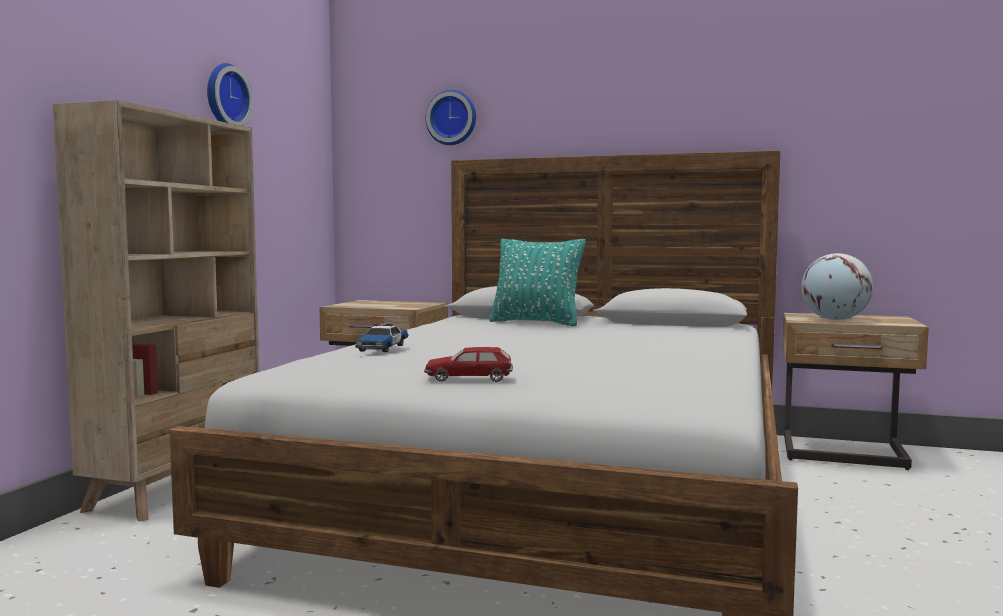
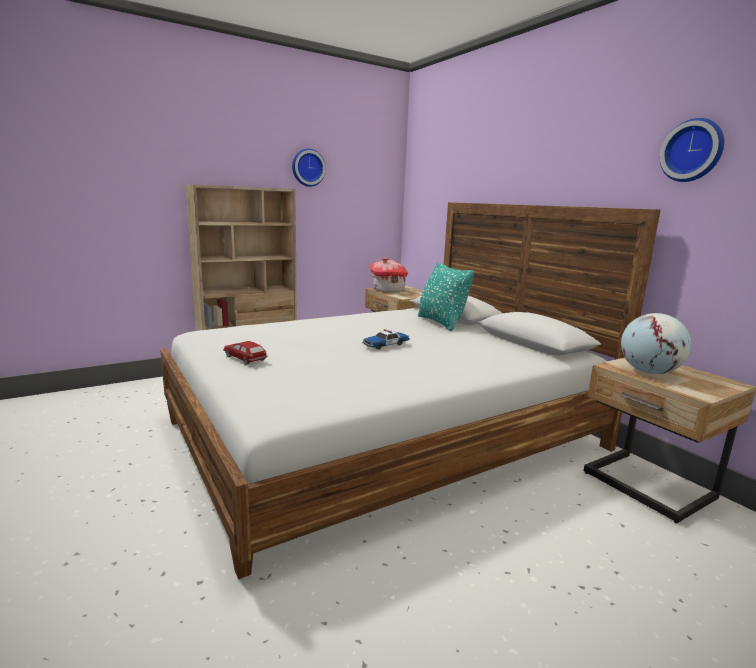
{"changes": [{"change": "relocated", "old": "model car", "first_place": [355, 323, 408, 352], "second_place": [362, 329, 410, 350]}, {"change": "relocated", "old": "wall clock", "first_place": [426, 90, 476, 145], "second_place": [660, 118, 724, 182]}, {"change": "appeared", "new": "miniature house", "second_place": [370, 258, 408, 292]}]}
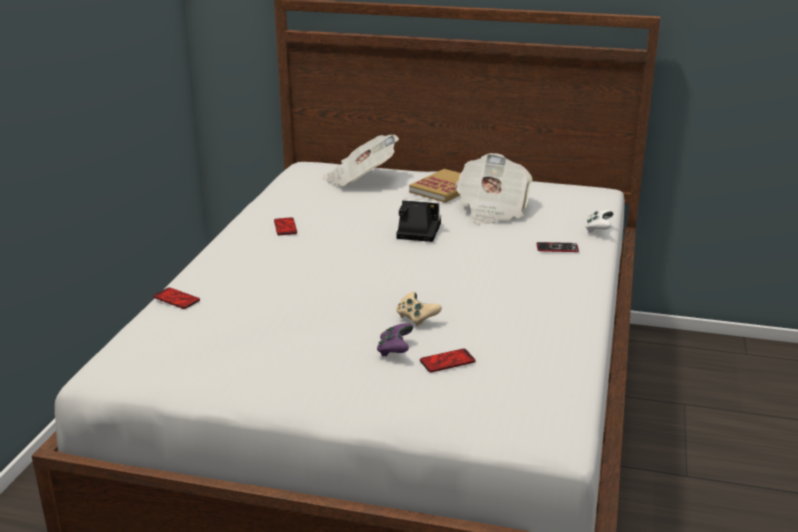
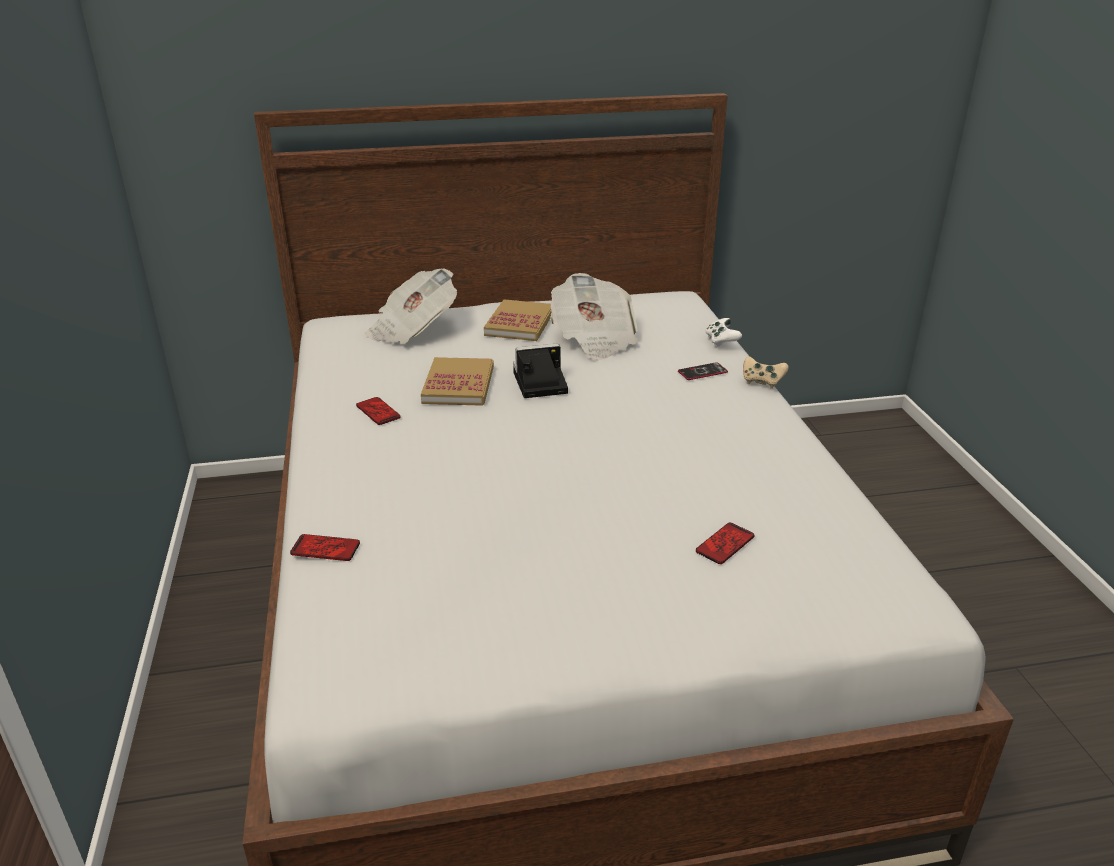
{"changes": [{"change": "missing", "old": "purplish joypad", "first_place": [377, 323, 413, 357]}, {"change": "relocated", "old": "beige joypad", "first_place": [396, 292, 442, 327], "second_place": [743, 357, 789, 389]}, {"change": "appeared", "new": "book", "second_place": [421, 357, 494, 406]}]}
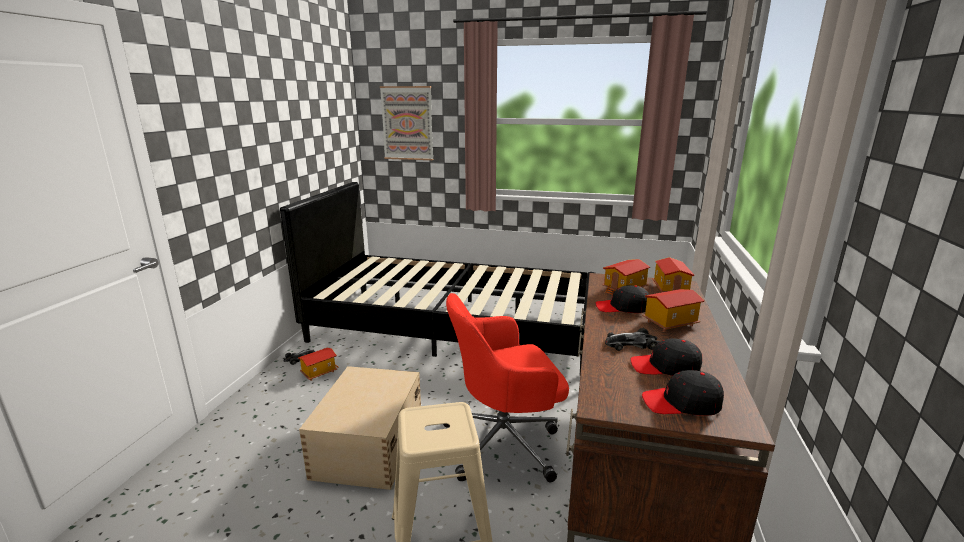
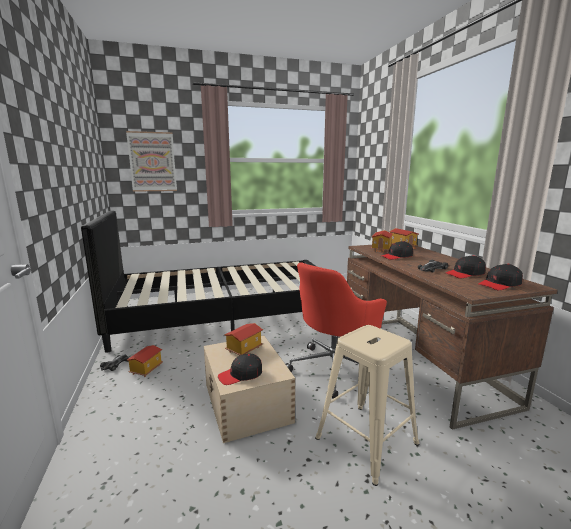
{"changes": [{"change": "relocated", "old": "miniature house", "first_place": [642, 289, 705, 332], "second_place": [224, 323, 263, 355]}, {"change": "appeared", "new": "black cap", "second_place": [218, 354, 262, 385]}]}
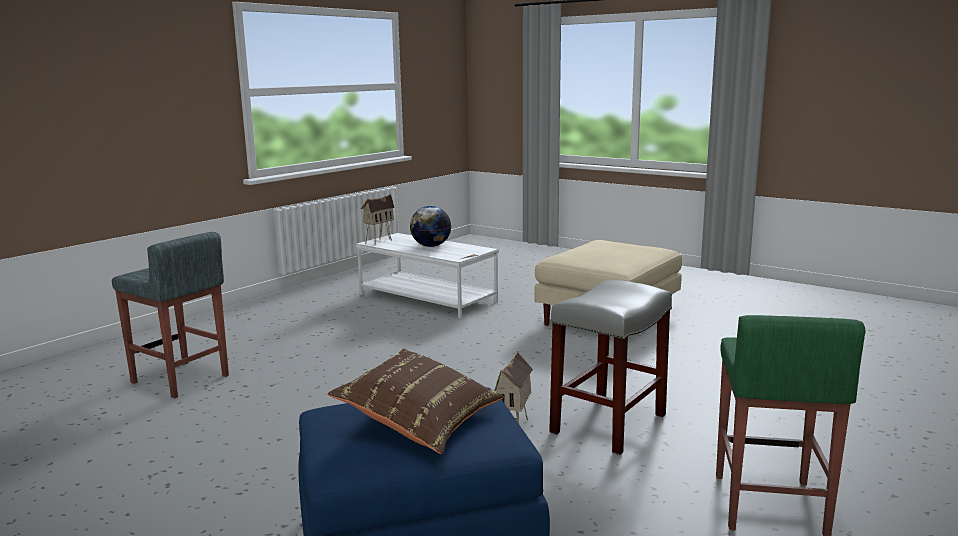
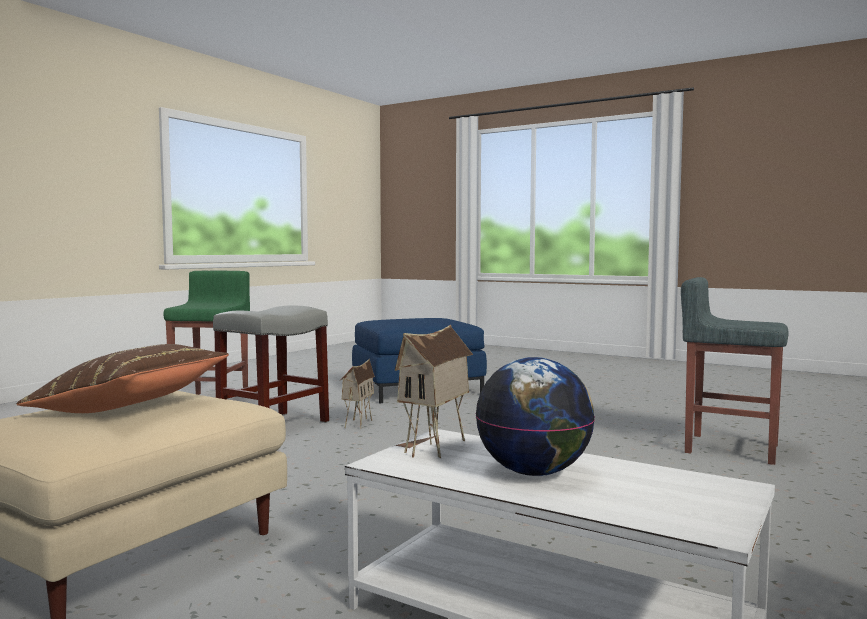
{"changes": [{"change": "relocated", "old": "brown-coloured throw pillow", "first_place": [328, 349, 504, 454], "second_place": [16, 344, 229, 413]}, {"change": "relocated", "old": "miniature house", "first_place": [361, 194, 395, 244], "second_place": [395, 325, 473, 458]}]}
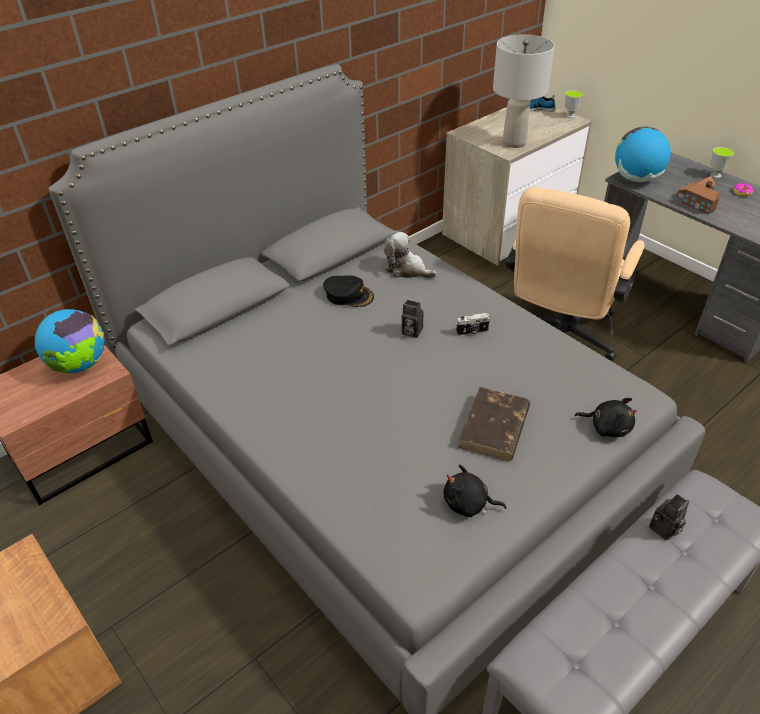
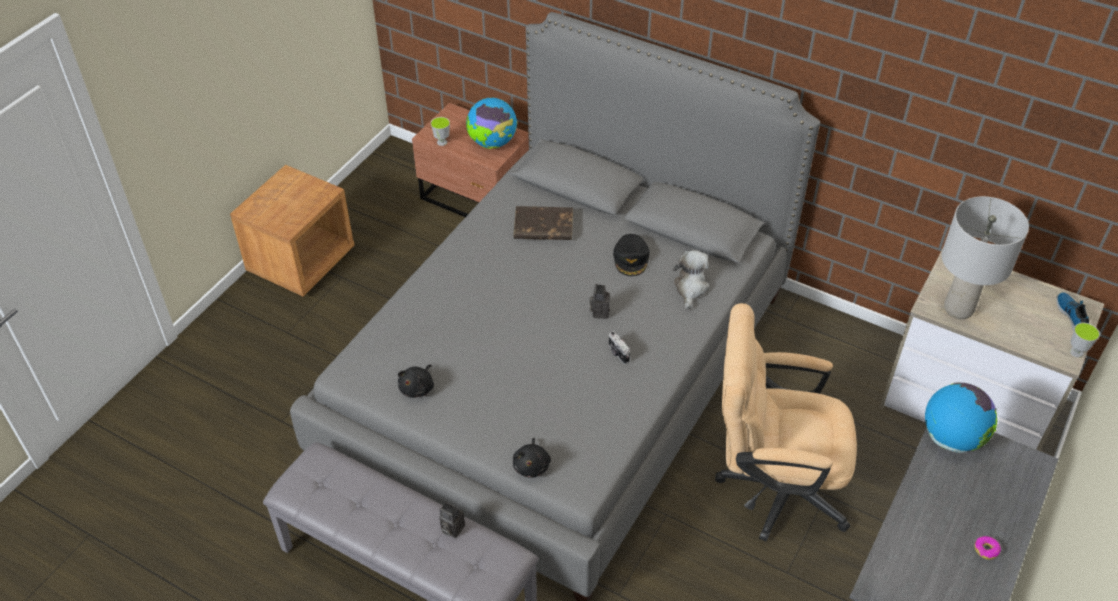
{"changes": [{"change": "spun", "old": "black cuddly toy", "first_place": [443, 465, 507, 517], "second_place": [398, 364, 434, 398], "degrees": -150}, {"change": "relocated", "old": "brown-coloured book", "first_place": [458, 387, 530, 461], "second_place": [514, 206, 573, 240]}, {"change": "missing", "old": "miniature house", "first_place": [677, 176, 721, 215]}, {"change": "relocated", "old": "small cup", "first_place": [710, 147, 734, 178], "second_place": [431, 117, 450, 146]}]}
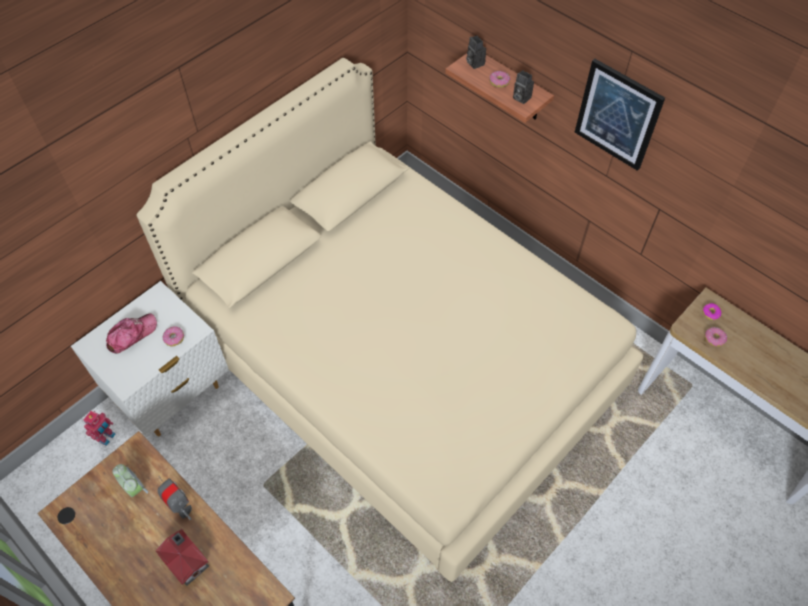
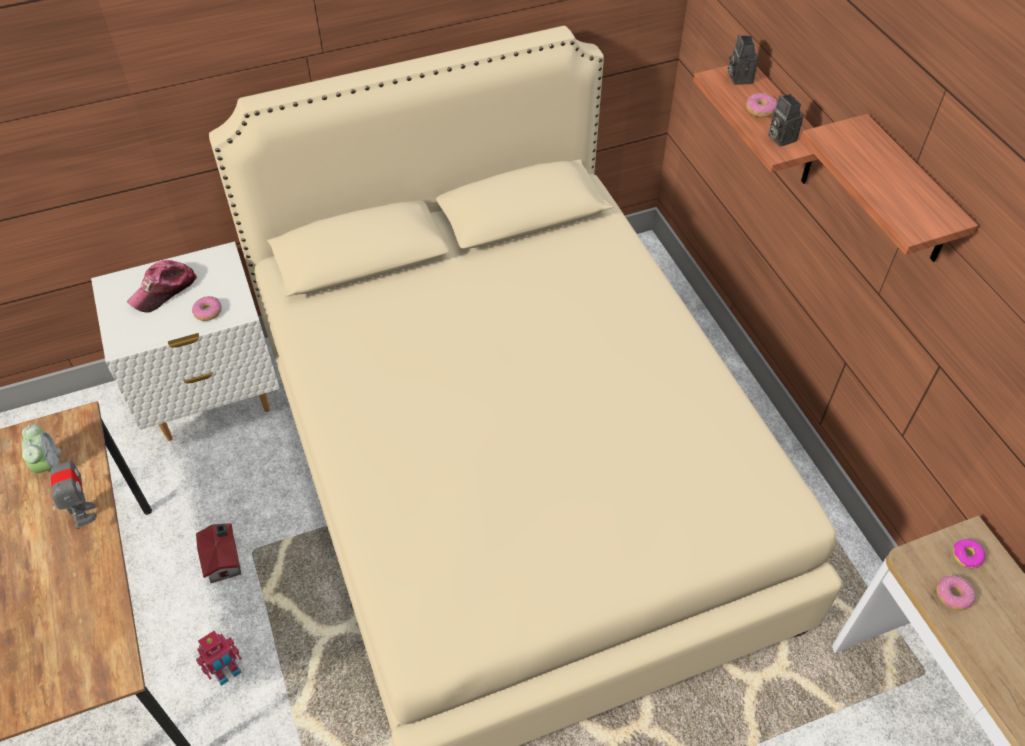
{"changes": [{"change": "relocated", "old": "model robot", "first_place": [84, 411, 116, 446], "second_place": [196, 630, 242, 686]}, {"change": "spun", "old": "cap", "first_place": [106, 313, 157, 353], "second_place": [127, 260, 197, 313], "degrees": 150}, {"change": "relocated", "old": "miniature house", "first_place": [156, 529, 209, 586], "second_place": [196, 523, 241, 583]}, {"change": "exchanged", "old": "wall art", "new": "bracket shelf", "first_place": [574, 59, 665, 171], "second_place": [801, 114, 978, 262]}]}
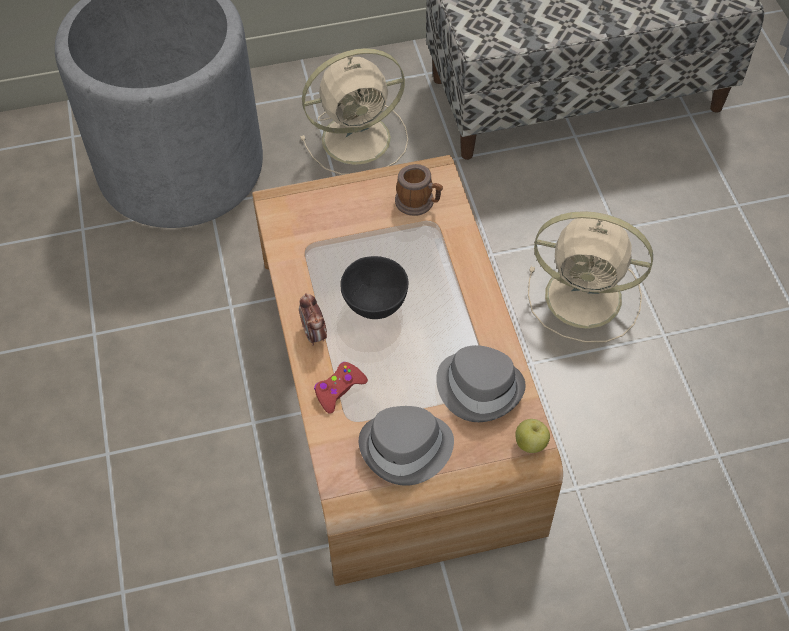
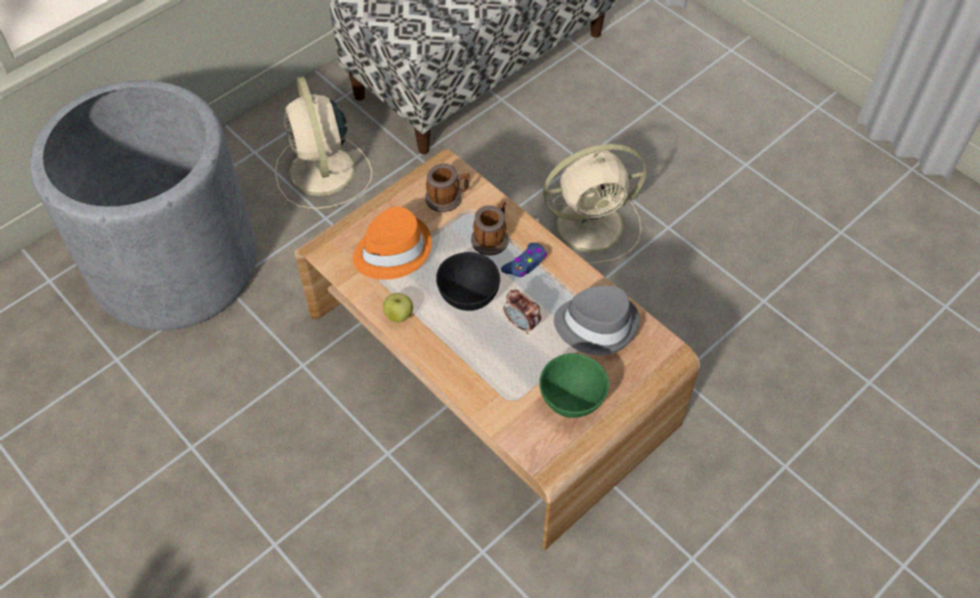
{"changes": [{"change": "relocated", "old": "alarm clock", "first_place": [299, 293, 327, 346], "second_place": [503, 290, 541, 334]}, {"change": "spun", "old": "beige electric fan", "first_place": [300, 48, 408, 175], "second_place": [275, 77, 372, 209], "degrees": 120}, {"change": "missing", "old": "red-coloured joypad", "first_place": [314, 362, 368, 414]}, {"change": "exchanged", "old": "gray hat", "new": "greenish serving bowl", "first_place": [359, 406, 454, 486], "second_place": [539, 353, 609, 418]}, {"change": "relocated", "old": "whole apple", "first_place": [515, 419, 550, 453], "second_place": [383, 293, 413, 322]}, {"change": "appeared", "new": "orangey hat", "second_place": [353, 206, 432, 280]}, {"change": "appeared", "new": "coffee mug", "second_place": [471, 201, 508, 256]}, {"change": "appeared", "new": "bluish joypad", "second_place": [501, 243, 547, 277]}]}
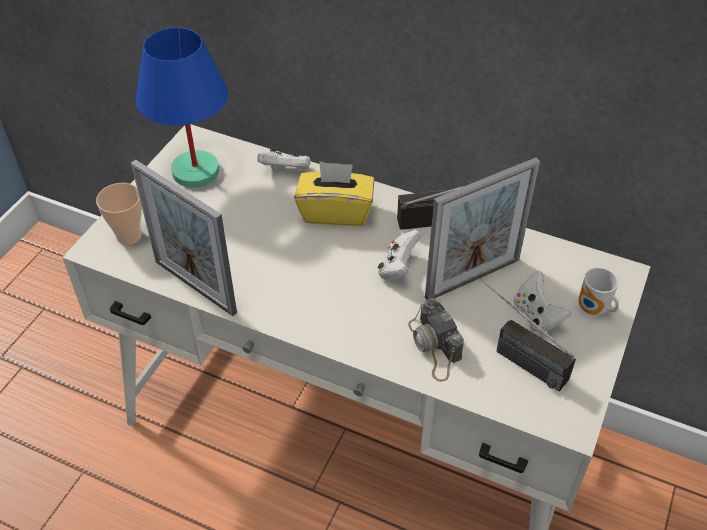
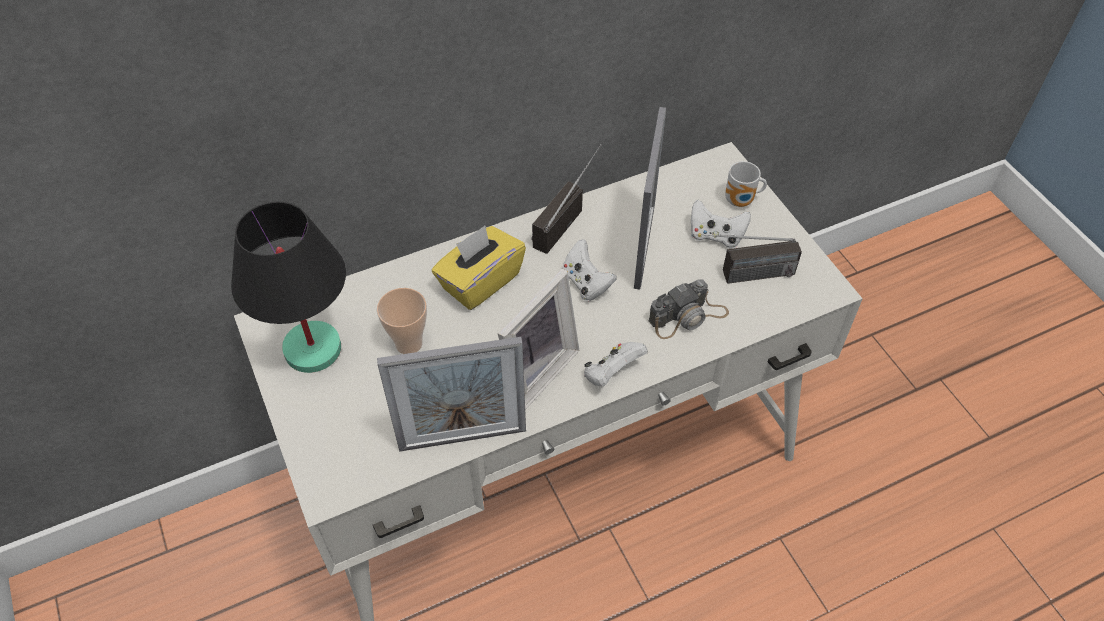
{"changes": [{"change": "relocated", "old": "small cup", "first_place": [96, 183, 142, 245], "second_place": [377, 288, 427, 354]}, {"change": "colour", "old": "bluish tabletop lamp", "new": "black tabletop lamp", "first_place": [136, 27, 228, 187], "second_place": [231, 201, 346, 373]}, {"change": "relocated", "old": "white joypad", "first_place": [257, 149, 311, 172], "second_place": [584, 342, 648, 386]}, {"change": "spun", "old": "photo camera", "first_place": [408, 298, 464, 382], "second_place": [649, 279, 729, 339], "degrees": -45}, {"change": "appeared", "new": "photo frame", "second_place": [498, 268, 580, 410]}]}
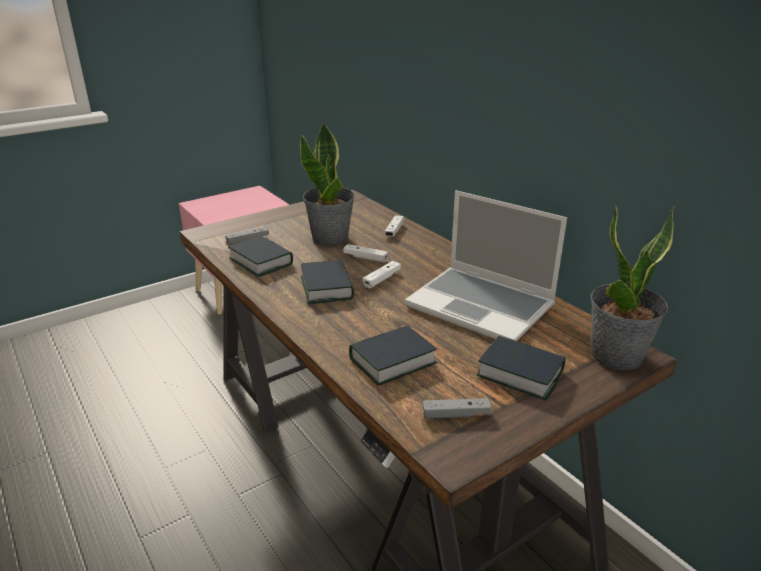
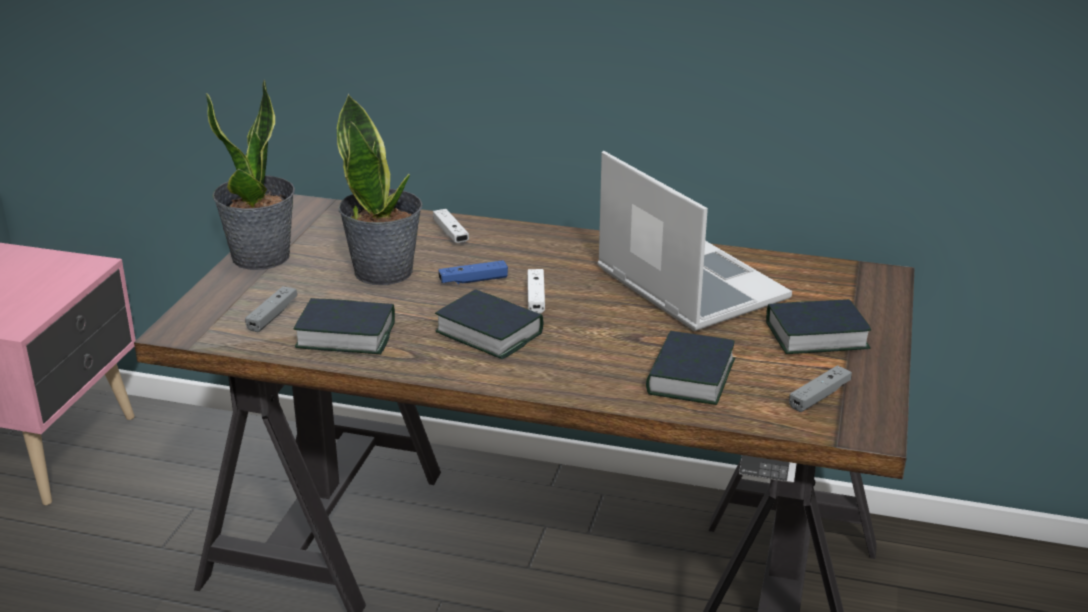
{"changes": [{"change": "colour", "old": "white joypad", "new": "bluish joypad", "first_place": [343, 244, 388, 263], "second_place": [438, 260, 508, 284]}, {"change": "spun", "old": "notebook computer", "first_place": [405, 190, 567, 341], "second_place": [597, 151, 792, 331], "degrees": -120}, {"change": "relocated", "old": "houseplant", "first_place": [590, 206, 675, 370], "second_place": [206, 79, 295, 270]}]}
